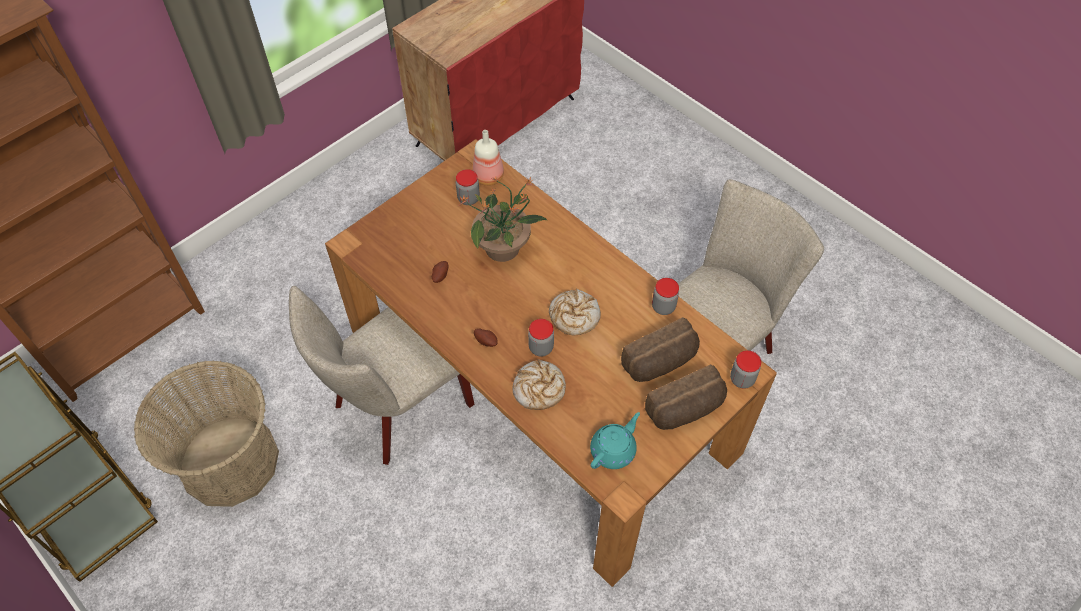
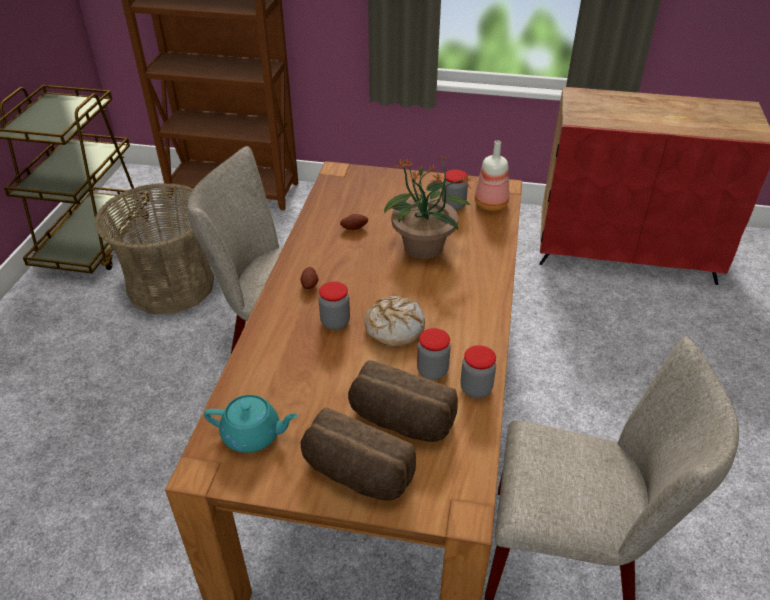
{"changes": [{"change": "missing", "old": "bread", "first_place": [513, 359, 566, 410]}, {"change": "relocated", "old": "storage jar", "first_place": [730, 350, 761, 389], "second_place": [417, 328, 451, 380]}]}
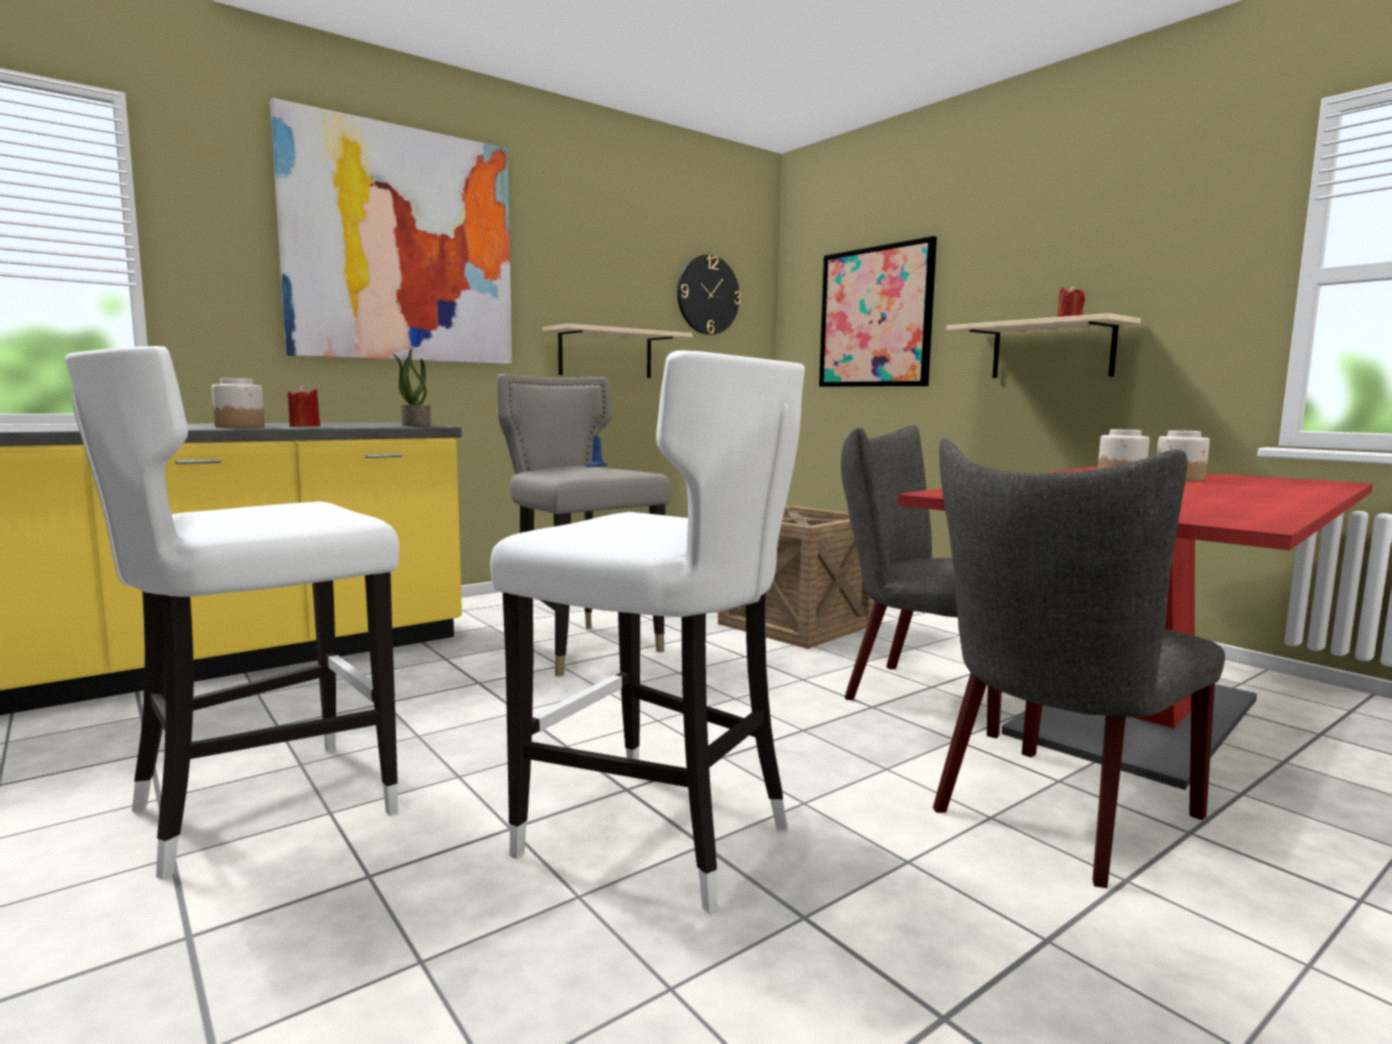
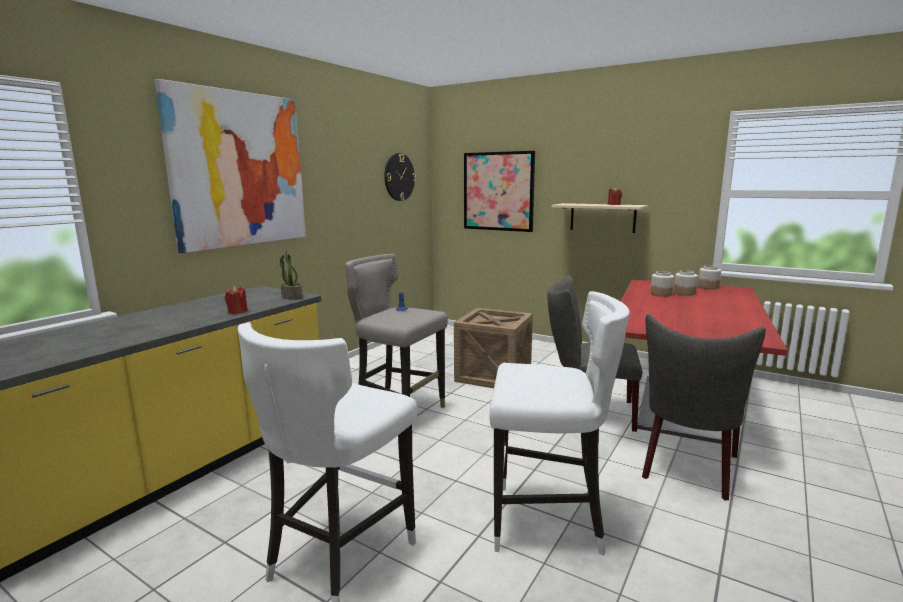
{"changes": [{"change": "relocated", "old": "storage jar", "first_place": [212, 378, 265, 428], "second_place": [698, 265, 721, 289]}, {"change": "missing", "old": "beige bracket shelf", "first_place": [543, 324, 693, 378]}]}
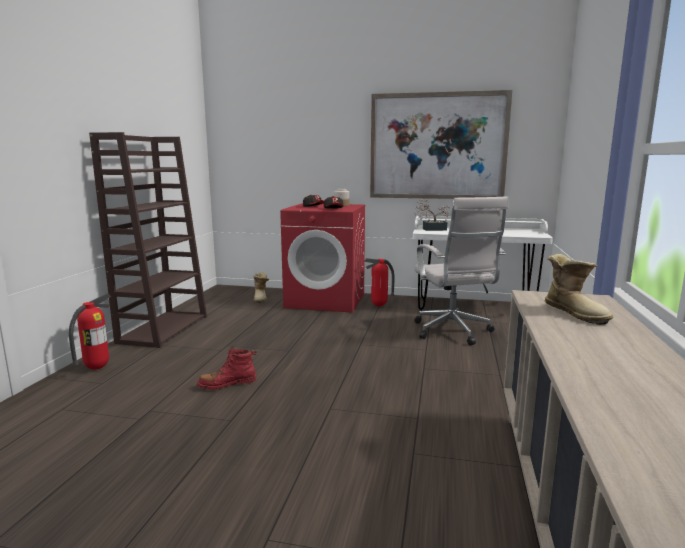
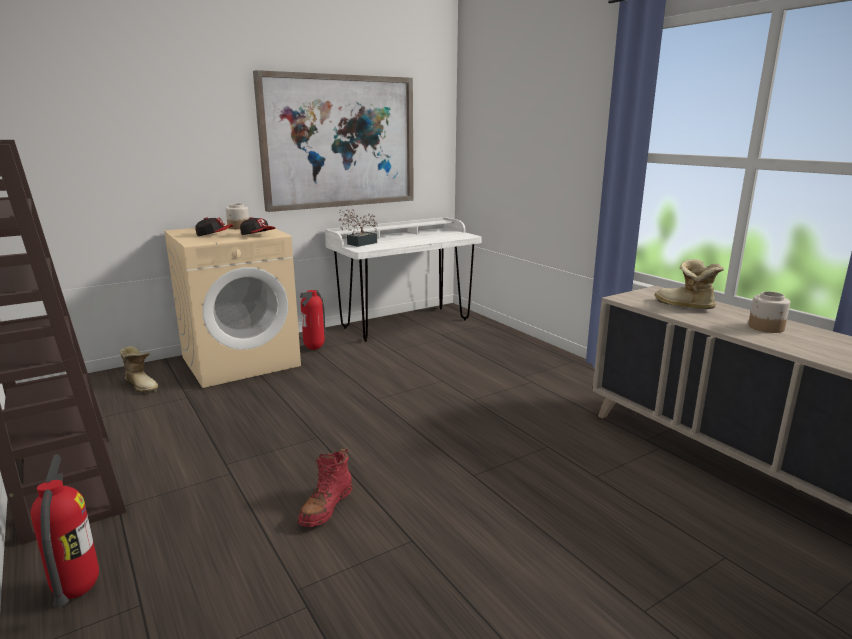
{"changes": [{"change": "colour", "old": "red-coloured washing machine", "new": "beige washing machine", "first_place": [280, 203, 365, 313], "second_place": [164, 225, 301, 388]}, {"change": "missing", "old": "white desk chair", "first_place": [414, 197, 508, 346]}, {"change": "spun", "old": "boot", "first_place": [545, 254, 613, 325], "second_place": [655, 259, 724, 309], "degrees": -150}, {"change": "appeared", "new": "storage jar", "second_place": [748, 291, 790, 333]}]}
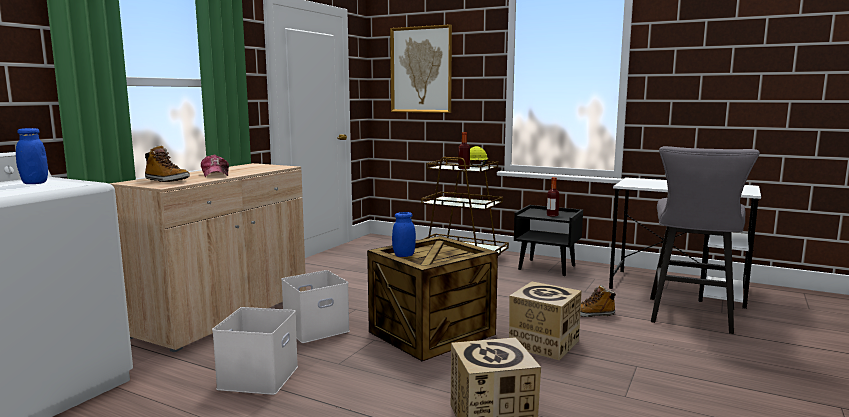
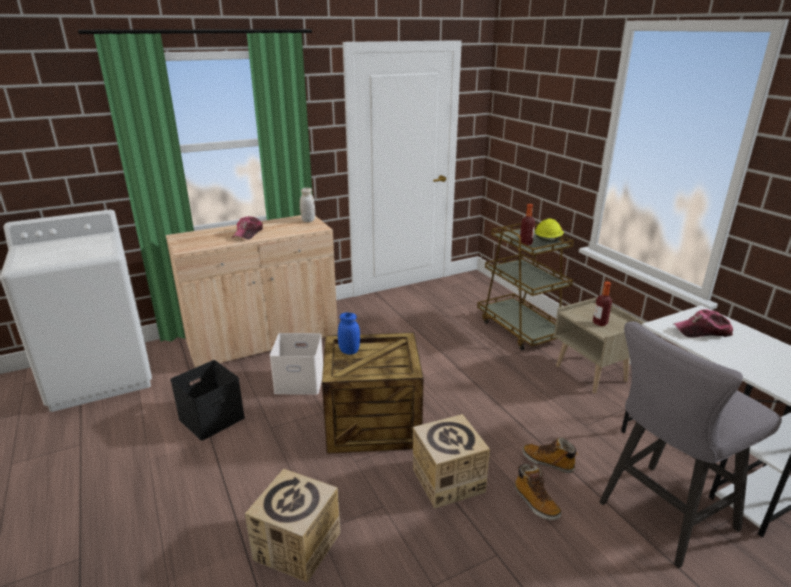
{"changes": [{"change": "missing", "old": "bluish storage jar", "first_place": [16, 128, 48, 184]}, {"change": "relocated", "old": "boot", "first_place": [145, 145, 190, 182], "second_place": [514, 464, 562, 520]}, {"change": "colour", "old": "white storage container", "new": "black storage container", "first_place": [212, 307, 298, 395], "second_place": [170, 360, 245, 441]}, {"change": "missing", "old": "wall art", "first_place": [390, 24, 452, 113]}, {"change": "colour", "old": "black bedside table", "new": "beige bedside table", "first_place": [514, 205, 583, 276], "second_place": [554, 297, 645, 394]}, {"change": "appeared", "new": "white storage jar", "second_place": [300, 188, 315, 222]}, {"change": "appeared", "new": "cap", "second_place": [674, 309, 733, 338]}]}
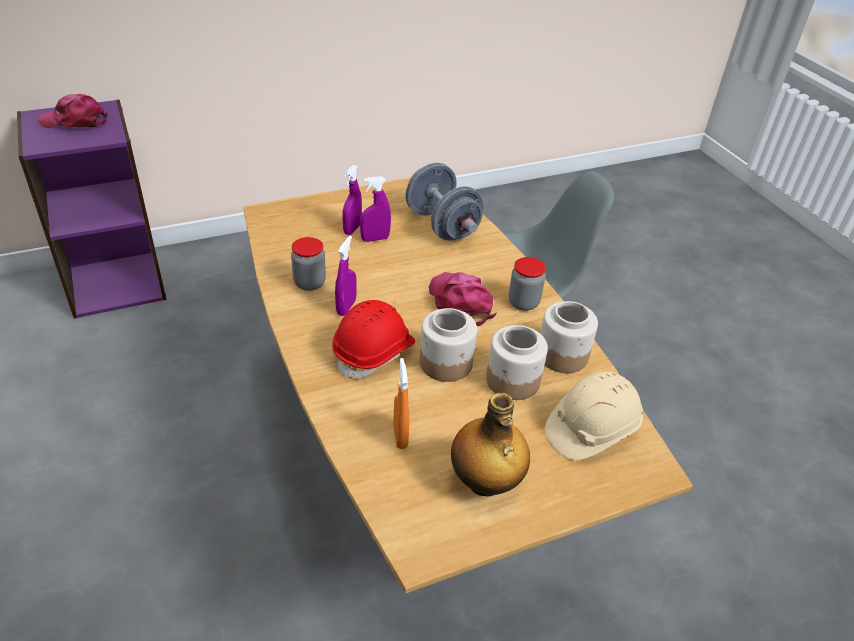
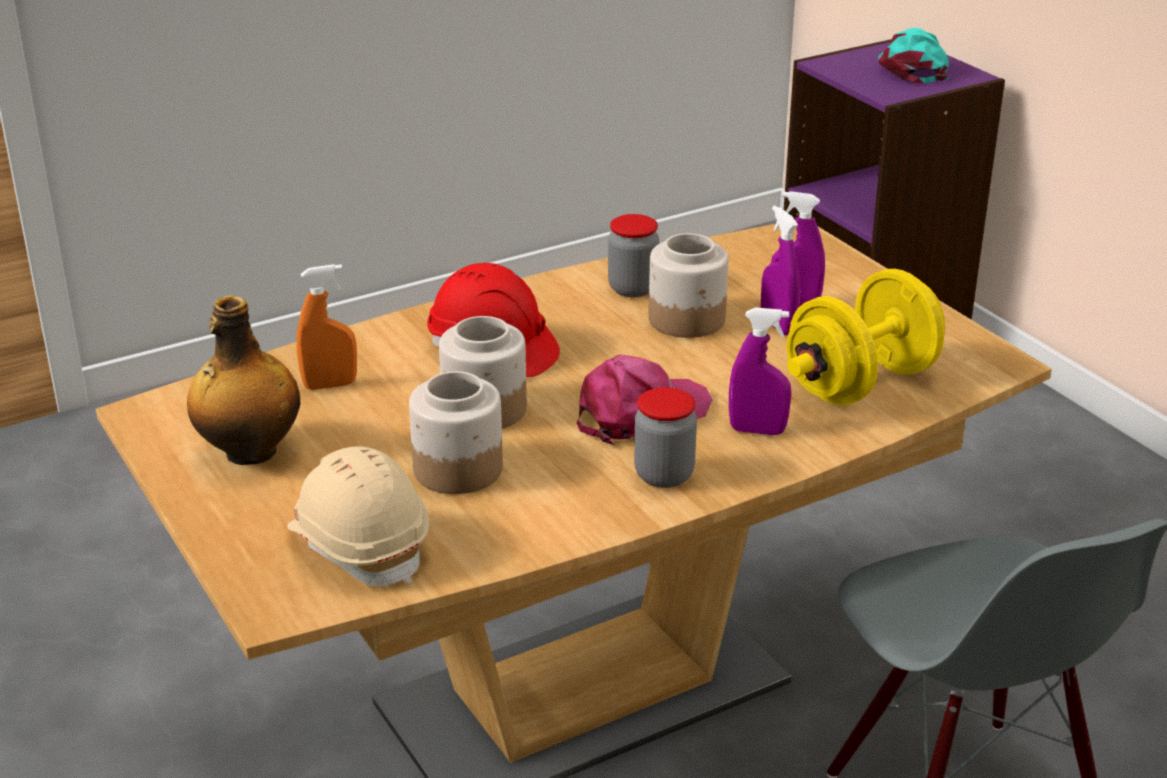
{"changes": [{"change": "colour", "old": "pink cap", "new": "turquoise-coloured cap", "first_place": [38, 94, 107, 128], "second_place": [878, 28, 949, 83]}, {"change": "relocated", "old": "purplish sprayer", "first_place": [335, 236, 357, 316], "second_place": [729, 307, 791, 435]}, {"change": "colour", "old": "gray free weight", "new": "yellow-coloured free weight", "first_place": [406, 163, 484, 241], "second_place": [787, 269, 945, 405]}, {"change": "relocated", "old": "storage jar", "first_place": [540, 301, 598, 373], "second_place": [649, 233, 728, 338]}]}
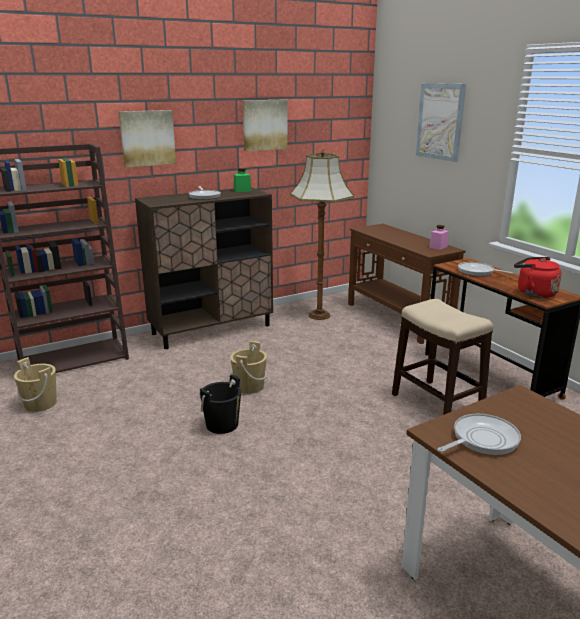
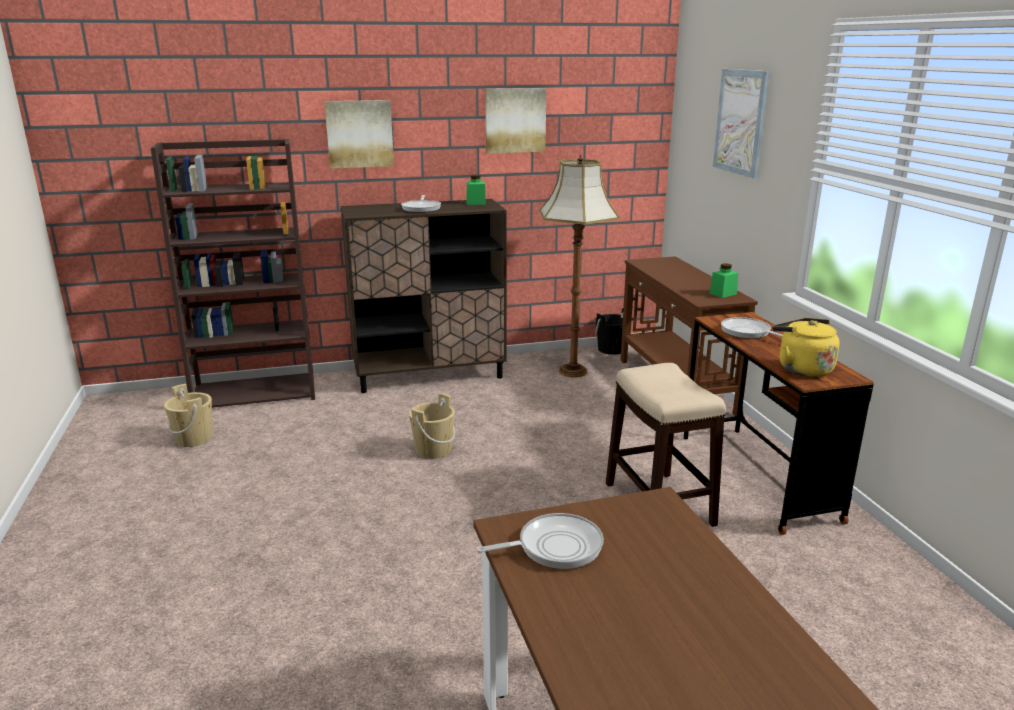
{"changes": [{"change": "relocated", "old": "black pail", "first_place": [200, 374, 241, 434], "second_place": [595, 308, 623, 355]}, {"change": "colour", "old": "pink storage jar", "new": "greenish storage jar", "first_place": [429, 225, 449, 250], "second_place": [709, 263, 738, 298]}, {"change": "colour", "old": "red-coloured kettle", "new": "yellow-coloured kettle", "first_place": [514, 257, 562, 298], "second_place": [772, 318, 840, 377]}]}
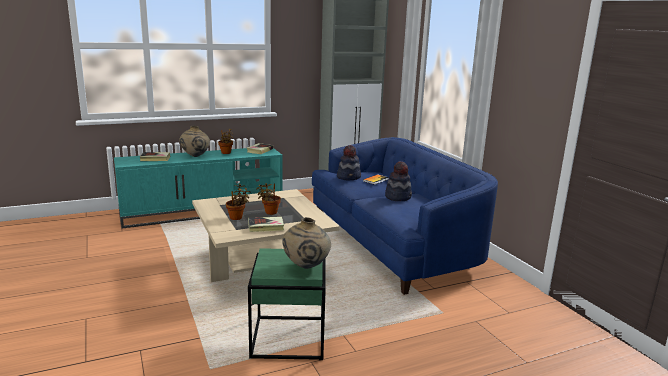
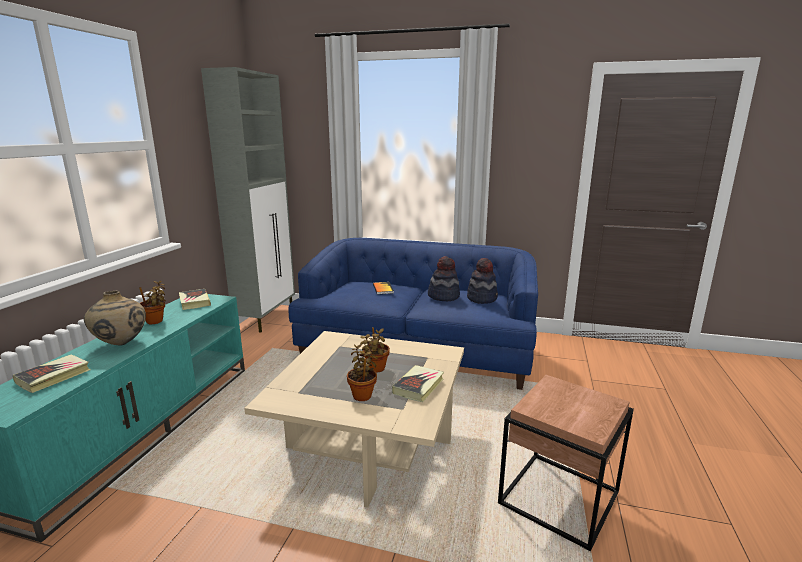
{"changes": [{"change": "colour", "old": "greenish accent table", "new": "brown-coloured accent table", "first_place": [248, 248, 326, 360], "second_place": [498, 375, 634, 551]}, {"change": "missing", "old": "beige decorative vase", "first_place": [282, 217, 331, 269]}, {"change": "relocated", "old": "hat", "first_place": [337, 145, 361, 180], "second_place": [467, 258, 498, 304]}]}
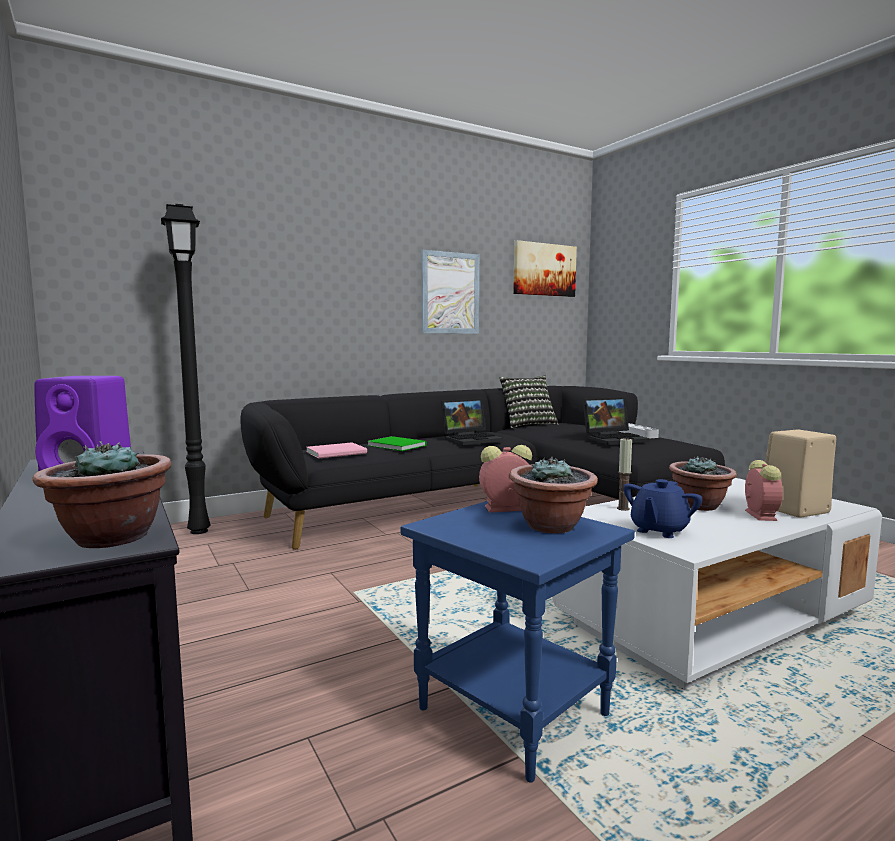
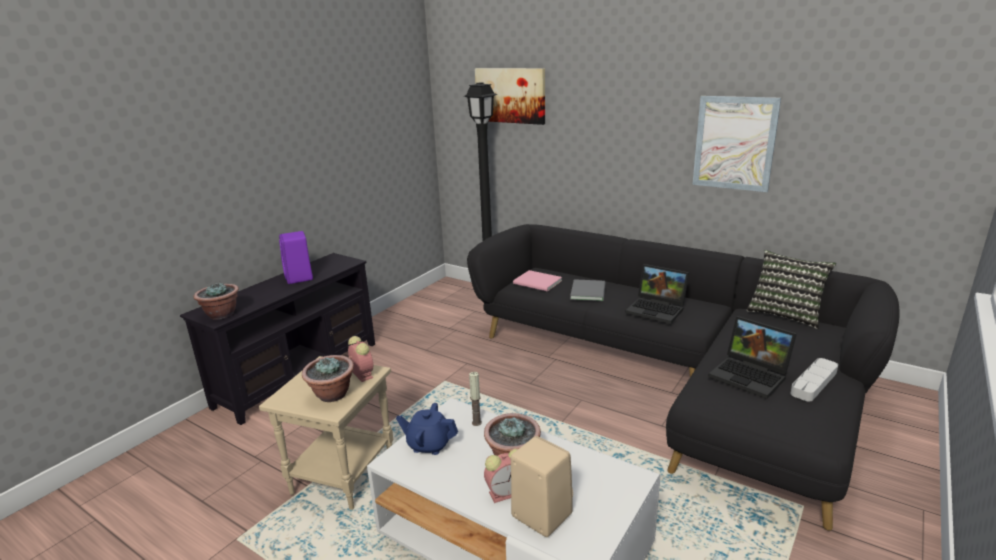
{"changes": [{"change": "colour", "old": "greenish book", "new": "gray book", "first_place": [367, 436, 427, 451], "second_place": [570, 279, 605, 301]}, {"change": "colour", "old": "bluish accent table", "new": "beige accent table", "first_place": [400, 501, 635, 783], "second_place": [259, 356, 393, 510]}, {"change": "relocated", "old": "wall art", "first_place": [513, 240, 577, 297], "second_place": [475, 68, 545, 125]}]}
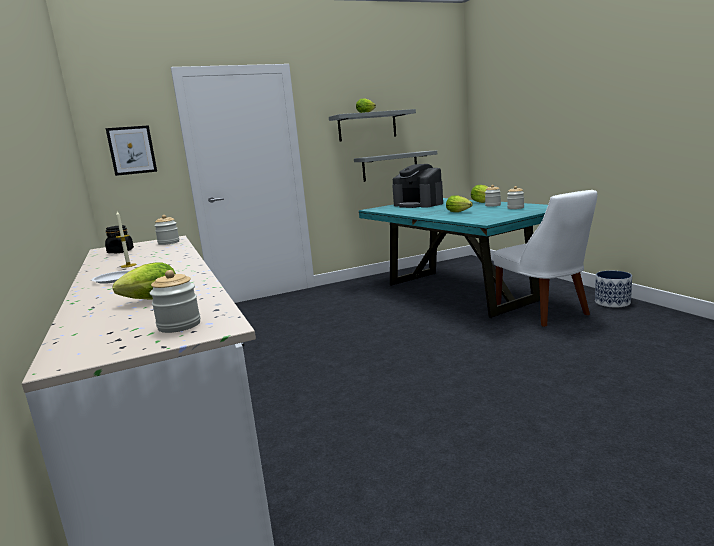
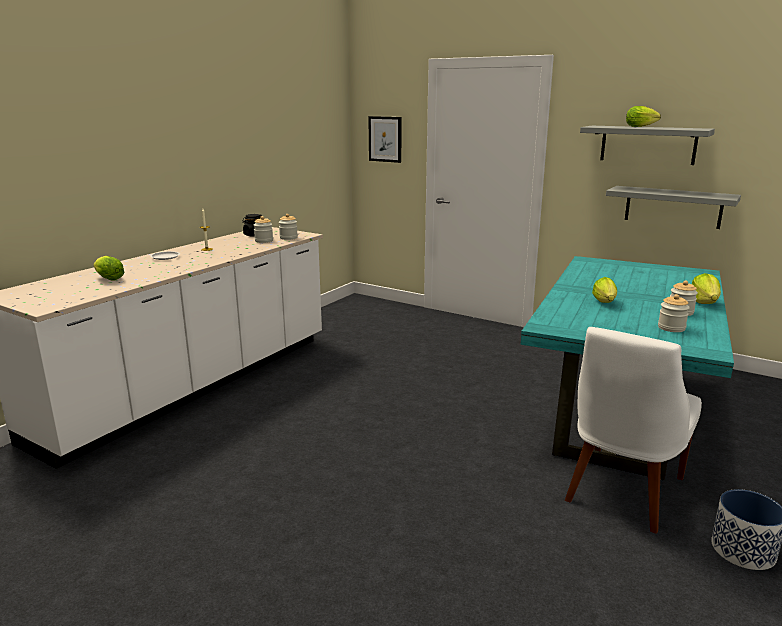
{"changes": [{"change": "relocated", "old": "storage jar", "first_place": [150, 270, 201, 333], "second_place": [254, 216, 273, 243]}, {"change": "missing", "old": "coffee machine", "first_place": [392, 164, 443, 208]}]}
